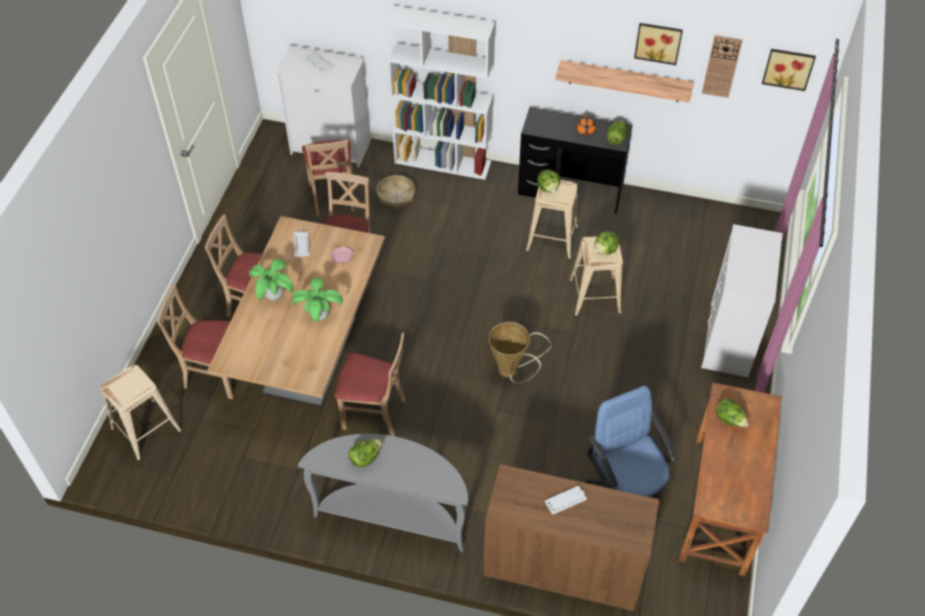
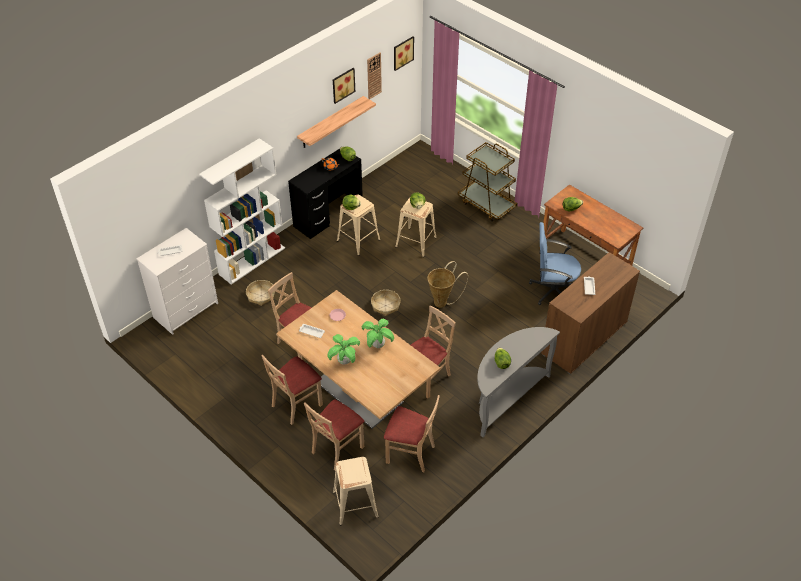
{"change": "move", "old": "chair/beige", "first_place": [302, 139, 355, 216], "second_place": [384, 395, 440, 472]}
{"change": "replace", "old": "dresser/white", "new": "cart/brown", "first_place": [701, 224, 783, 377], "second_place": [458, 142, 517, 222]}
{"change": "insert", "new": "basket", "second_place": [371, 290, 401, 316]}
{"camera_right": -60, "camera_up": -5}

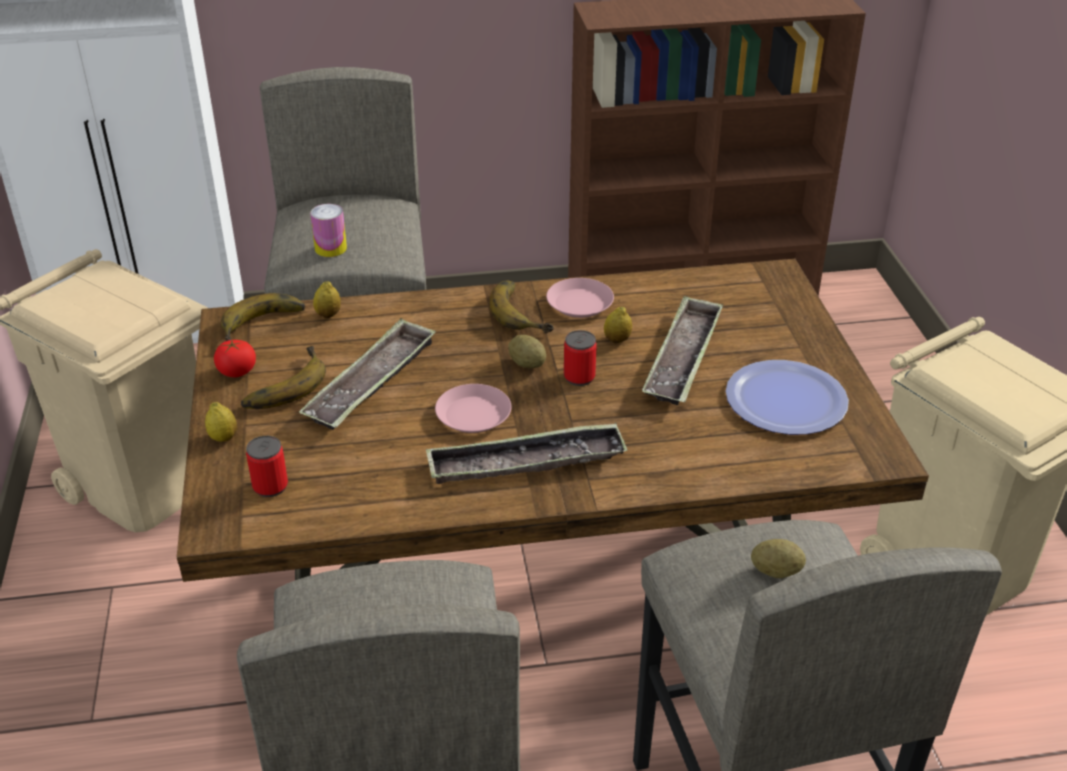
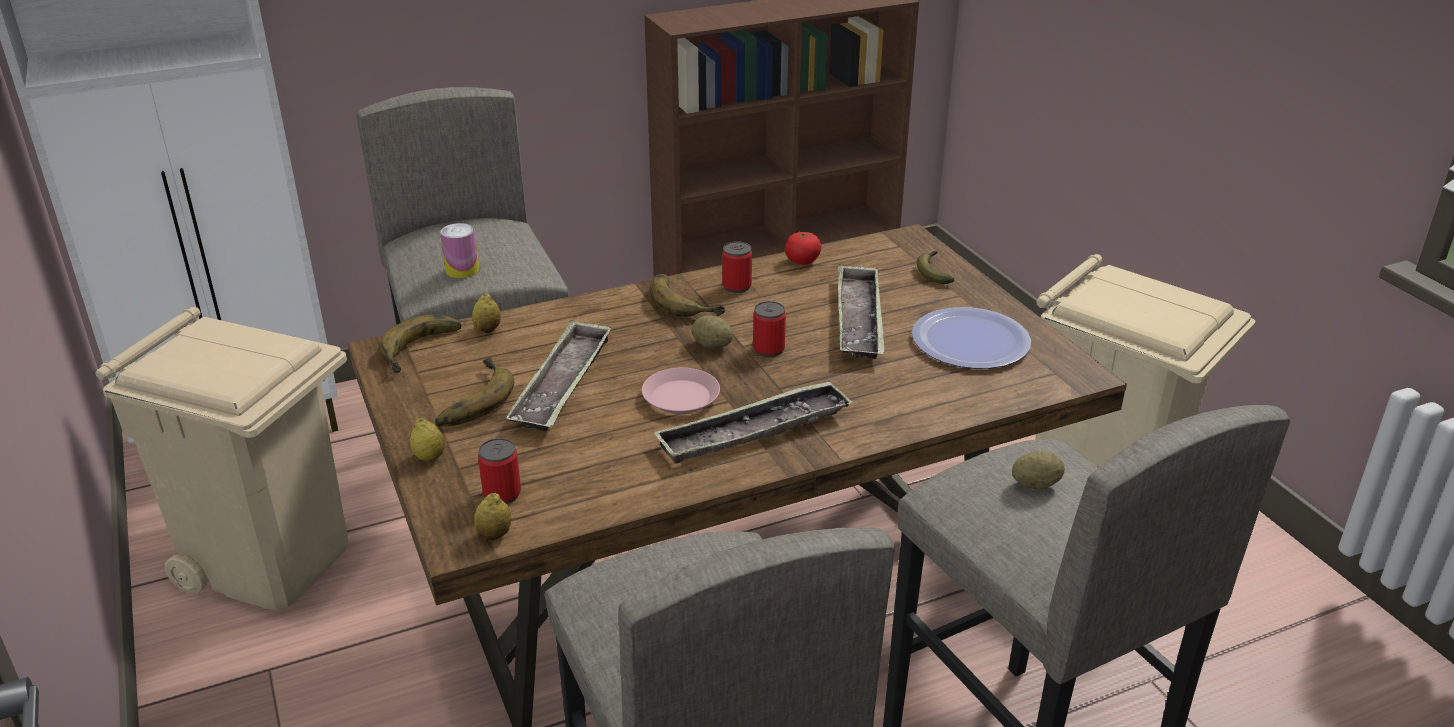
{"change": "move", "old": "tomato", "first_place": [214, 340, 256, 377], "second_place": [785, 232, 821, 265]}
{"change": "replace", "old": "plate/pink", "new": "can", "first_place": [546, 278, 614, 318], "second_place": [722, 241, 752, 293]}
{"change": "move", "old": "lemon", "first_place": [604, 307, 632, 343], "second_place": [474, 493, 511, 540]}
{"change": "insert", "new": "banana", "second_place": [917, 251, 954, 284]}
{"camera_right": -15, "camera_up": -5}

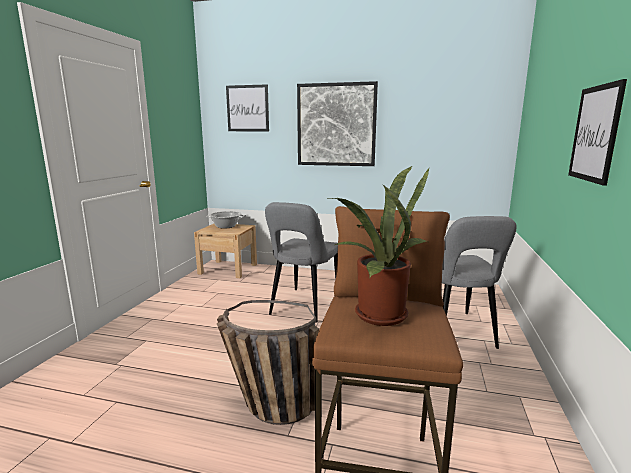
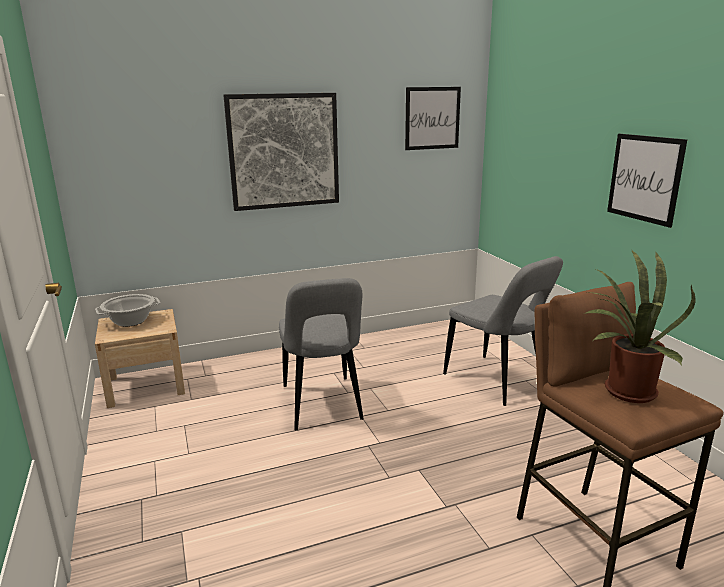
{"change": "delete", "old": "basket", "first_place": [217, 300, 319, 425]}
{"change": "move", "old": "picture", "first_place": [226, 84, 269, 131], "second_place": [405, 87, 461, 150]}
{"camera_right": -35, "camera_up": 5}

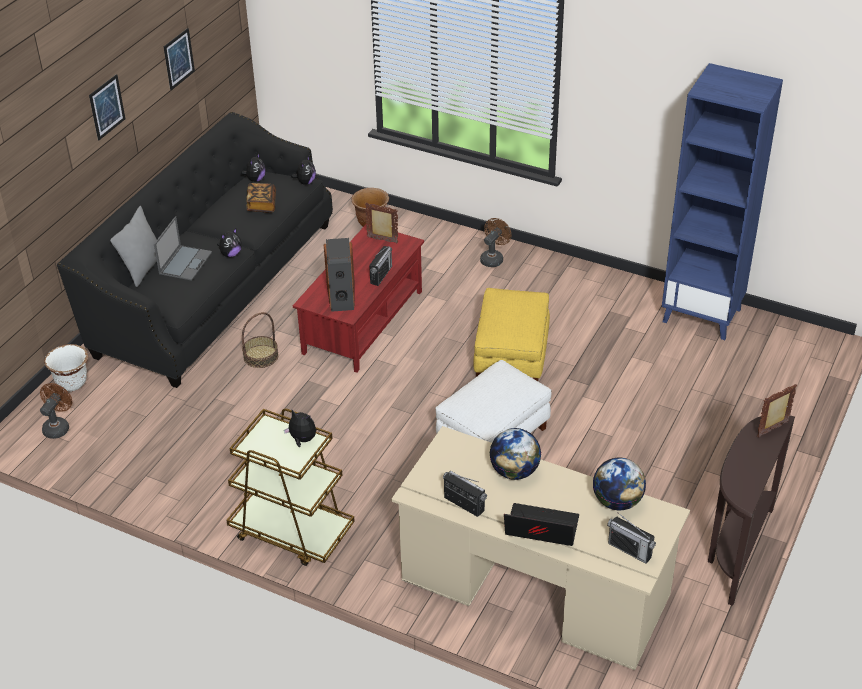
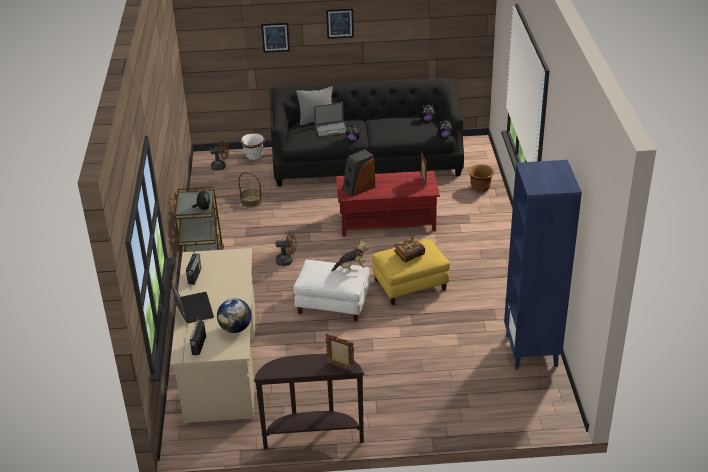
{"change": "move", "old": "picture", "first_place": [164, 28, 195, 90], "second_place": [261, 23, 290, 53]}
{"change": "move", "old": "basket", "first_place": [242, 312, 279, 368], "second_place": [239, 172, 262, 208]}
{"change": "move", "old": "book", "first_place": [246, 183, 276, 213], "second_place": [394, 237, 425, 262]}
{"change": "delete", "old": "radio", "first_place": [369, 246, 392, 286]}
{"change": "move", "old": "fan/brown", "first_place": [480, 218, 512, 267], "second_place": [275, 233, 297, 266]}
{"change": "delete", "old": "globe", "first_place": [490, 428, 541, 480]}
{"change": "insert", "new": "plush toy", "second_place": [331, 240, 369, 271]}
{"camera_right": 60, "camera_up": -5}

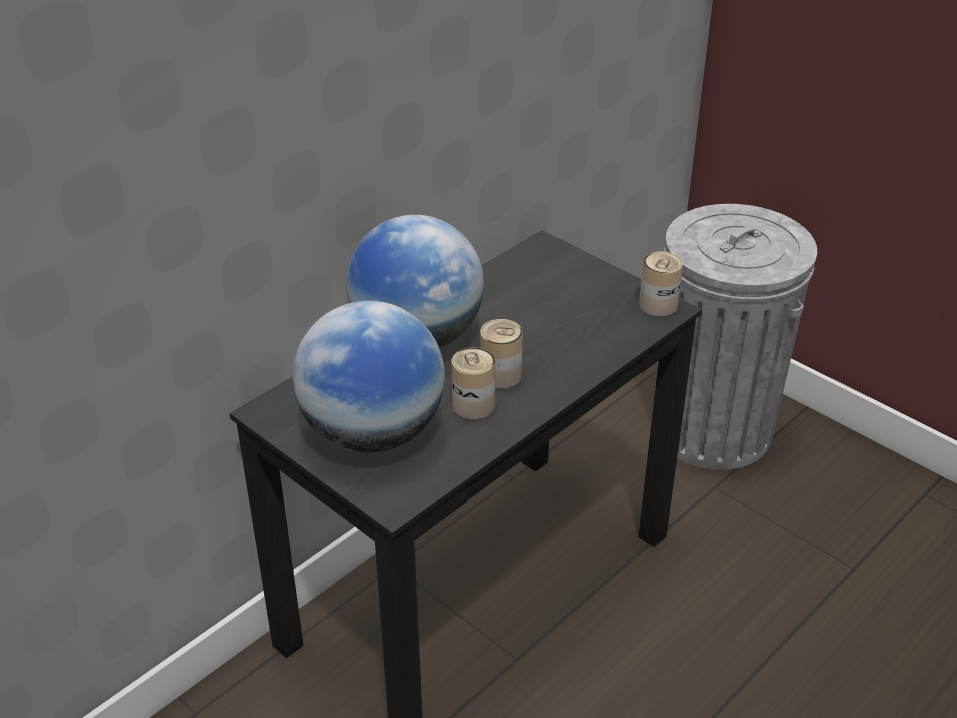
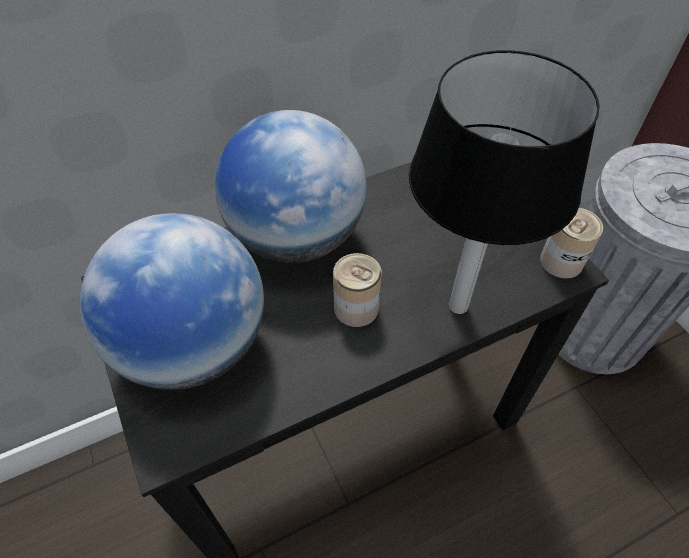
{"change": "delete", "old": "can", "first_place": [451, 347, 495, 419]}
{"change": "insert", "new": "table lamp", "second_place": [409, 50, 600, 314]}
{"camera_right": 20, "camera_up": 15}

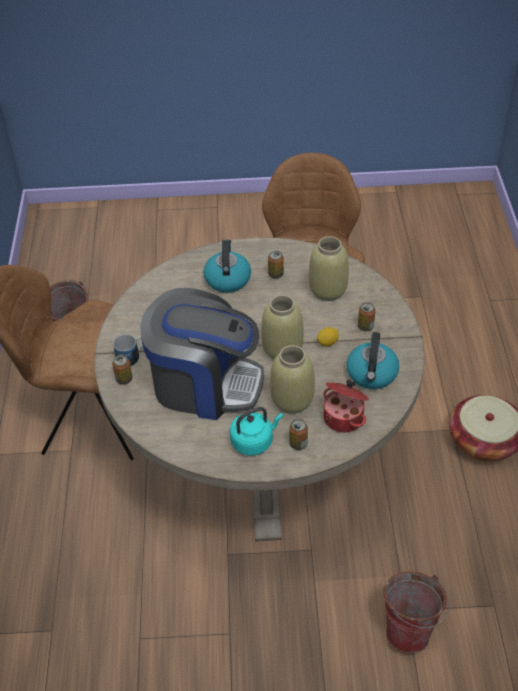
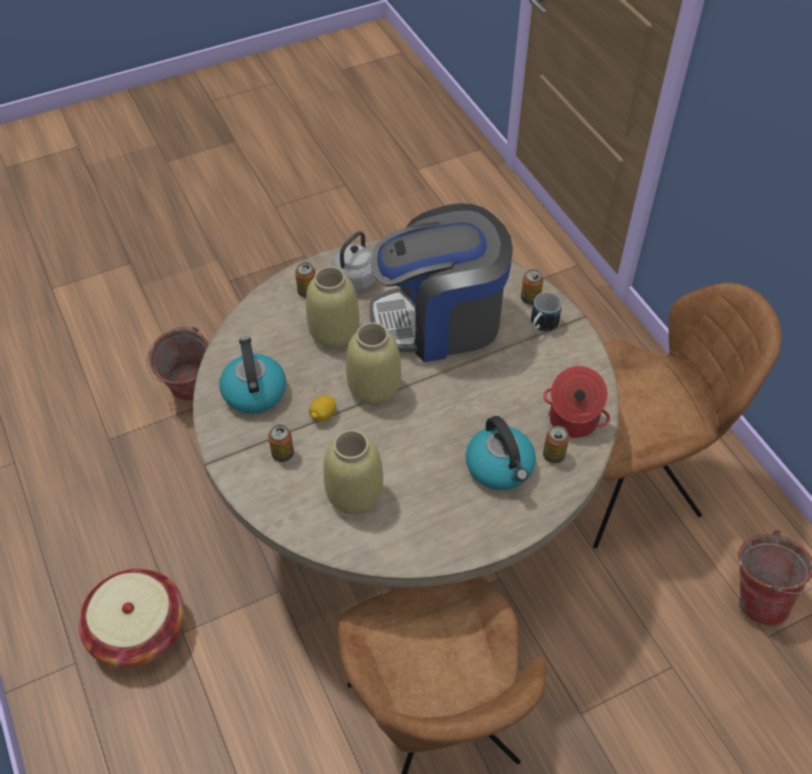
{"change": "recolor", "old": "kettle/turquoise", "new": "kettle/grey", "first_place": [230, 407, 283, 456], "second_place": [332, 231, 377, 291]}
{"change": "move", "old": "can", "first_place": [268, 251, 284, 279], "second_place": [543, 426, 569, 463]}
{"change": "move", "old": "cooking pot", "first_place": [323, 380, 369, 433], "second_place": [543, 366, 610, 438]}
{"camera_right": 155, "camera_up": 5}

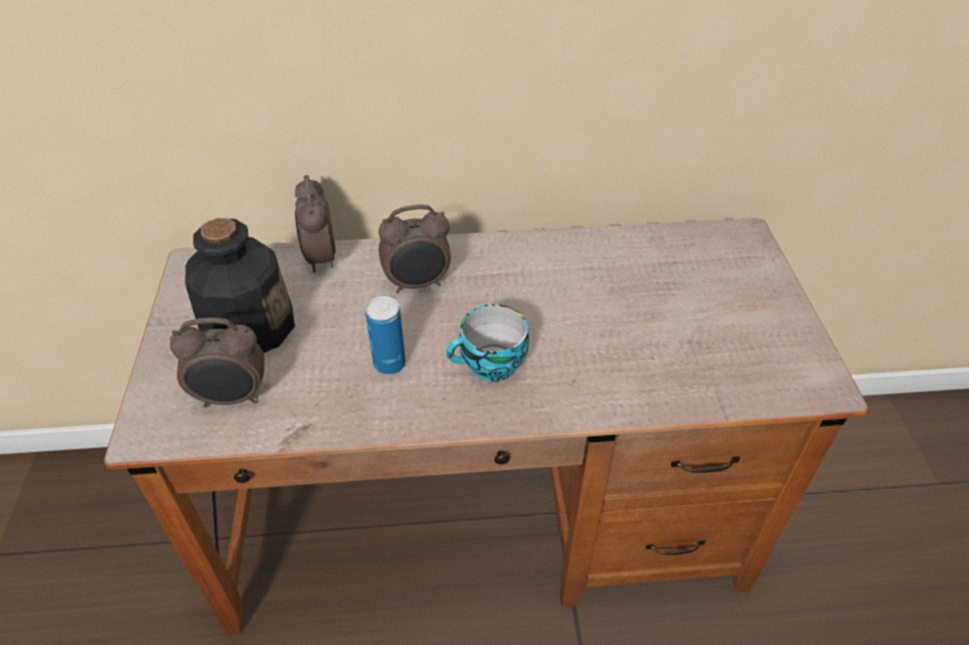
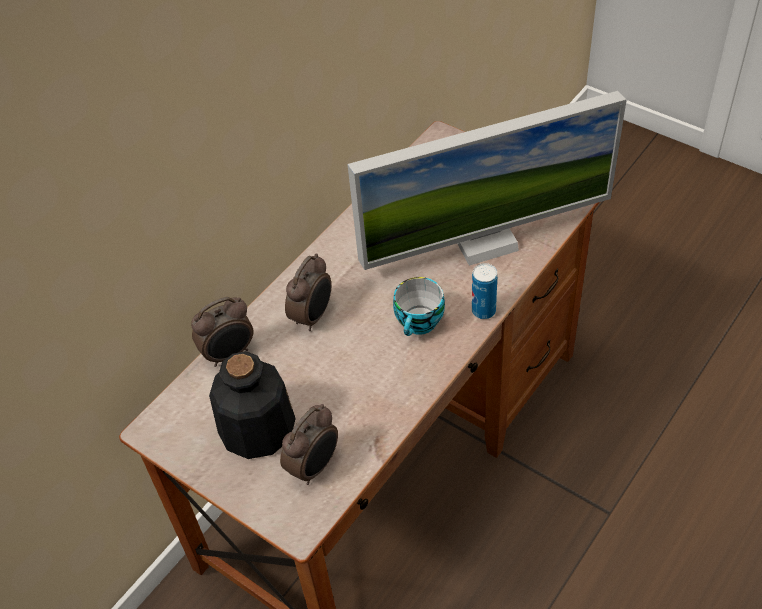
{"change": "rotate", "old": "alarm clock", "first_place": [295, 175, 336, 273], "second_place": [191, 297, 253, 367], "degrees": -60}
{"change": "move", "old": "can", "first_place": [365, 296, 406, 375], "second_place": [472, 263, 498, 319]}
{"change": "insert", "new": "monitor", "second_place": [347, 91, 627, 270]}
{"camera_right": -45, "camera_up": 5}

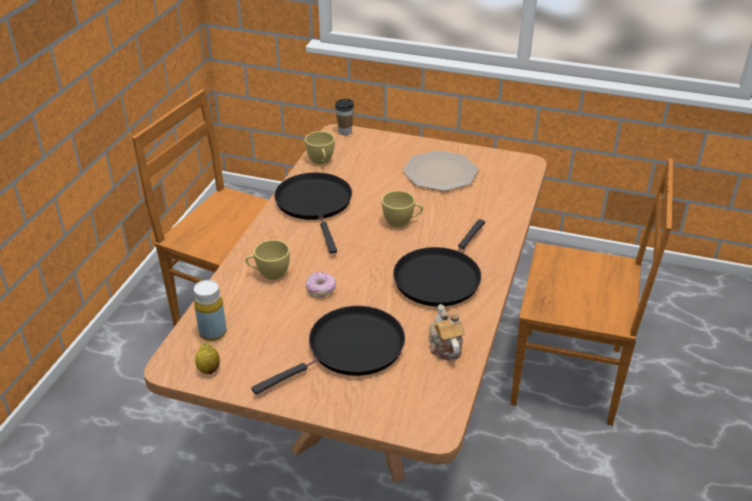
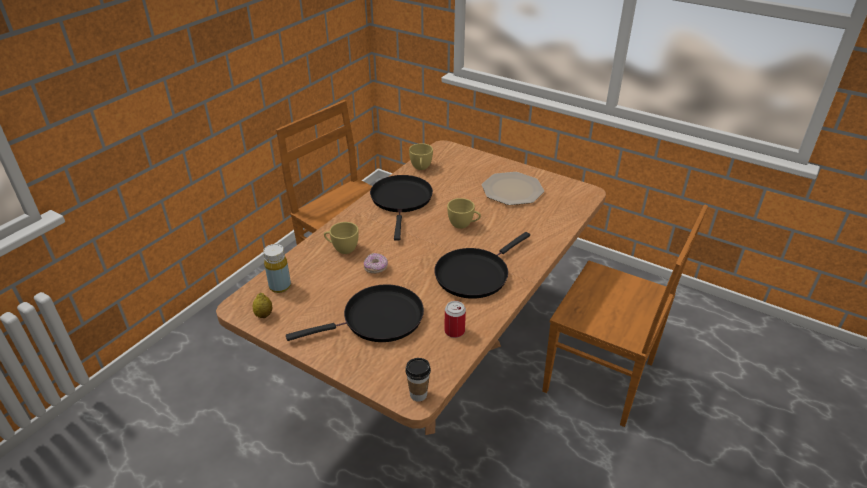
{"change": "move", "old": "cup", "first_place": [335, 99, 354, 135], "second_place": [405, 358, 431, 402]}
{"change": "replace", "old": "teapot", "new": "can", "first_place": [429, 304, 465, 360], "second_place": [444, 301, 466, 338]}
{"camera_right": 15, "camera_up": 0}

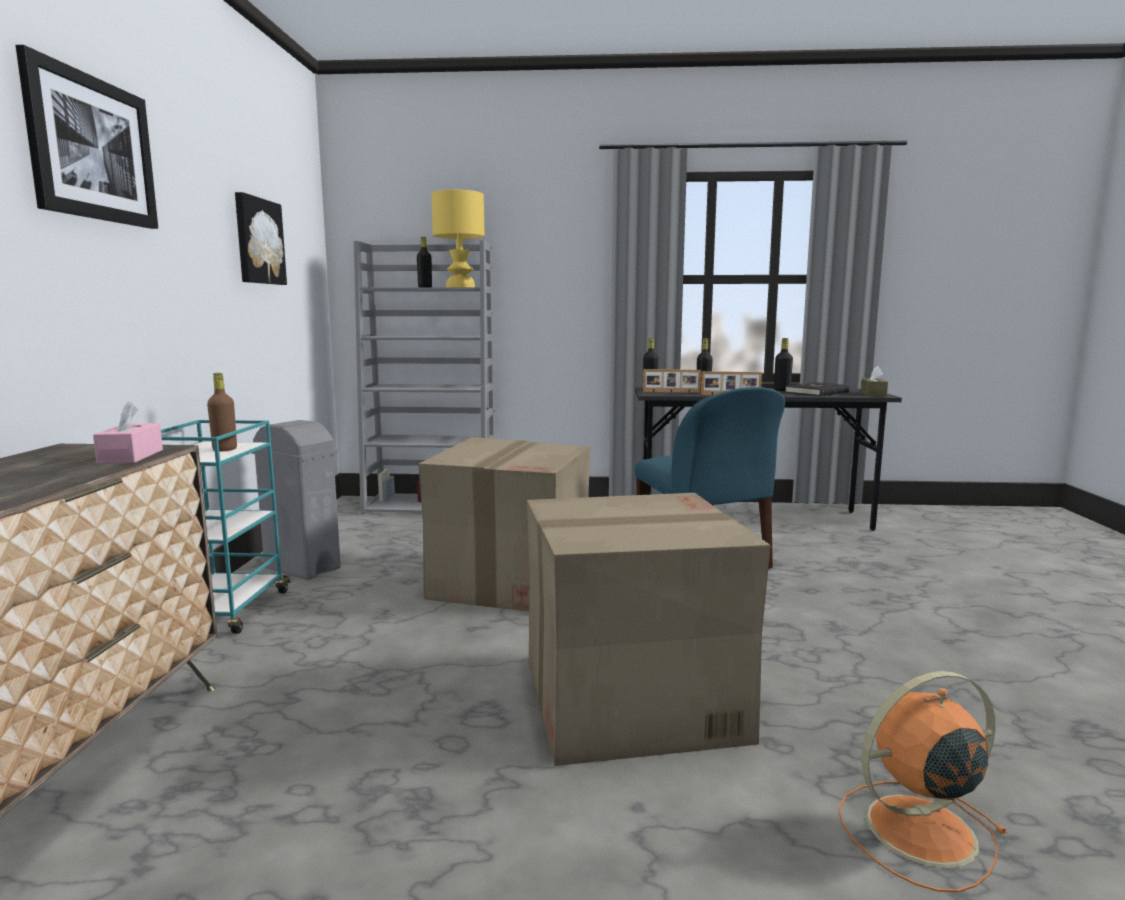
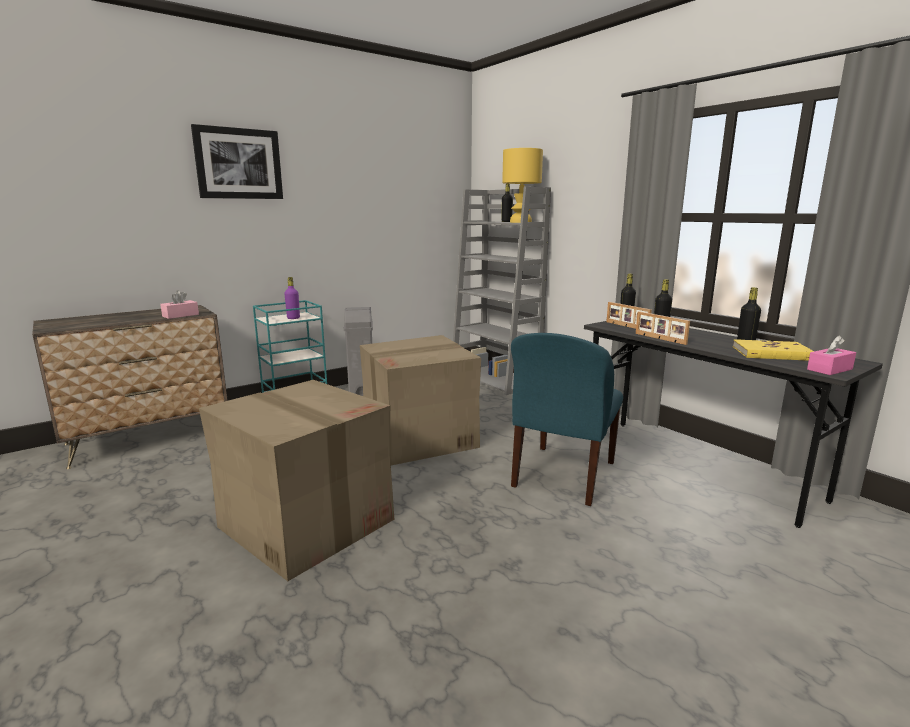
{"change": "recolor", "old": "bottle/brown", "new": "bottle/purple", "first_place": [207, 373, 237, 451], "second_place": [284, 277, 300, 319]}
{"change": "delete", "old": "picture", "first_place": [235, 192, 287, 285]}
{"change": "recolor", "old": "book/black", "new": "book/yellow", "first_place": [785, 382, 850, 396], "second_place": [733, 339, 814, 361]}
{"change": "delete", "old": "fan/orange", "first_place": [838, 671, 1008, 892]}
{"change": "recolor", "old": "tissue box/brown", "new": "tissue box/pink", "first_place": [861, 366, 888, 397], "second_place": [807, 335, 856, 375]}
{"camera_right": 50, "camera_up": 5}

